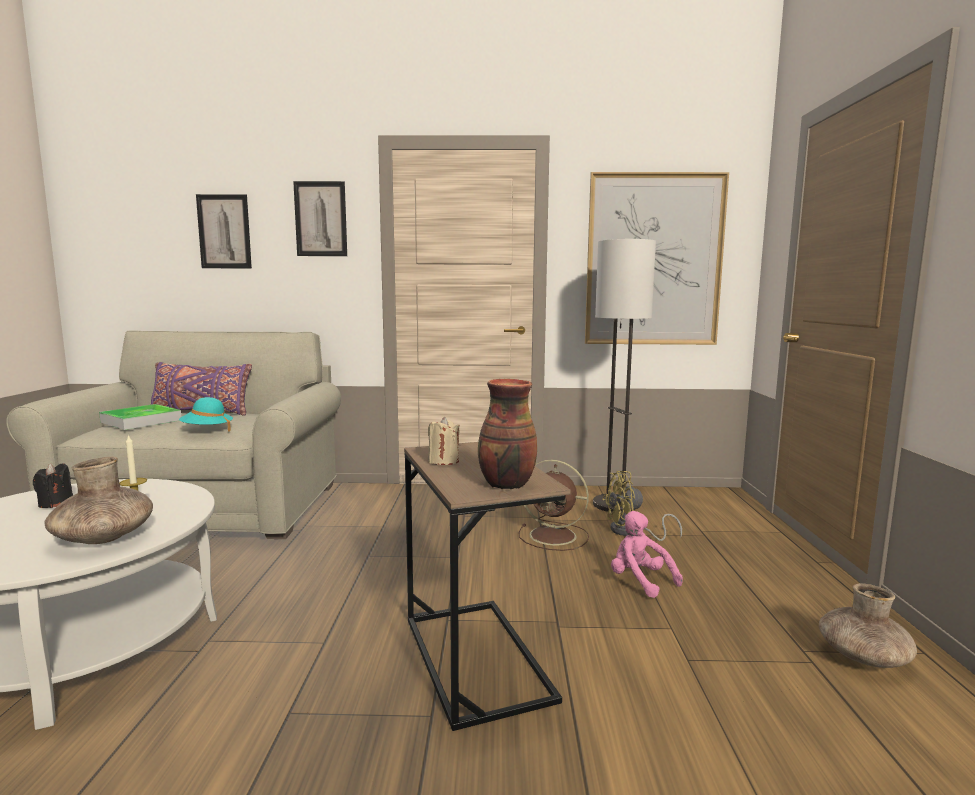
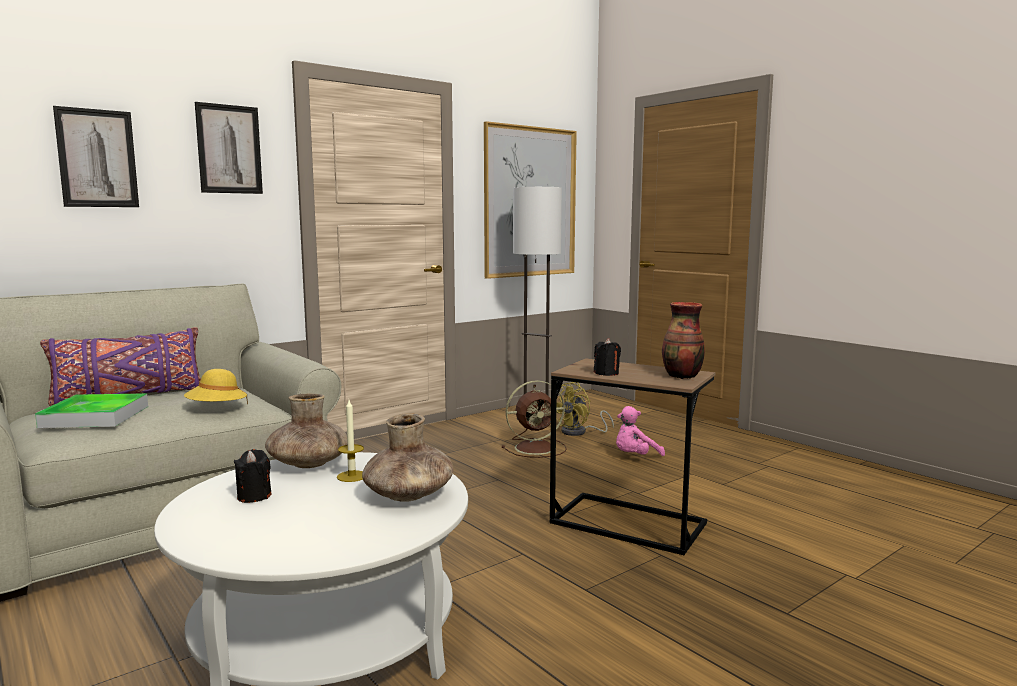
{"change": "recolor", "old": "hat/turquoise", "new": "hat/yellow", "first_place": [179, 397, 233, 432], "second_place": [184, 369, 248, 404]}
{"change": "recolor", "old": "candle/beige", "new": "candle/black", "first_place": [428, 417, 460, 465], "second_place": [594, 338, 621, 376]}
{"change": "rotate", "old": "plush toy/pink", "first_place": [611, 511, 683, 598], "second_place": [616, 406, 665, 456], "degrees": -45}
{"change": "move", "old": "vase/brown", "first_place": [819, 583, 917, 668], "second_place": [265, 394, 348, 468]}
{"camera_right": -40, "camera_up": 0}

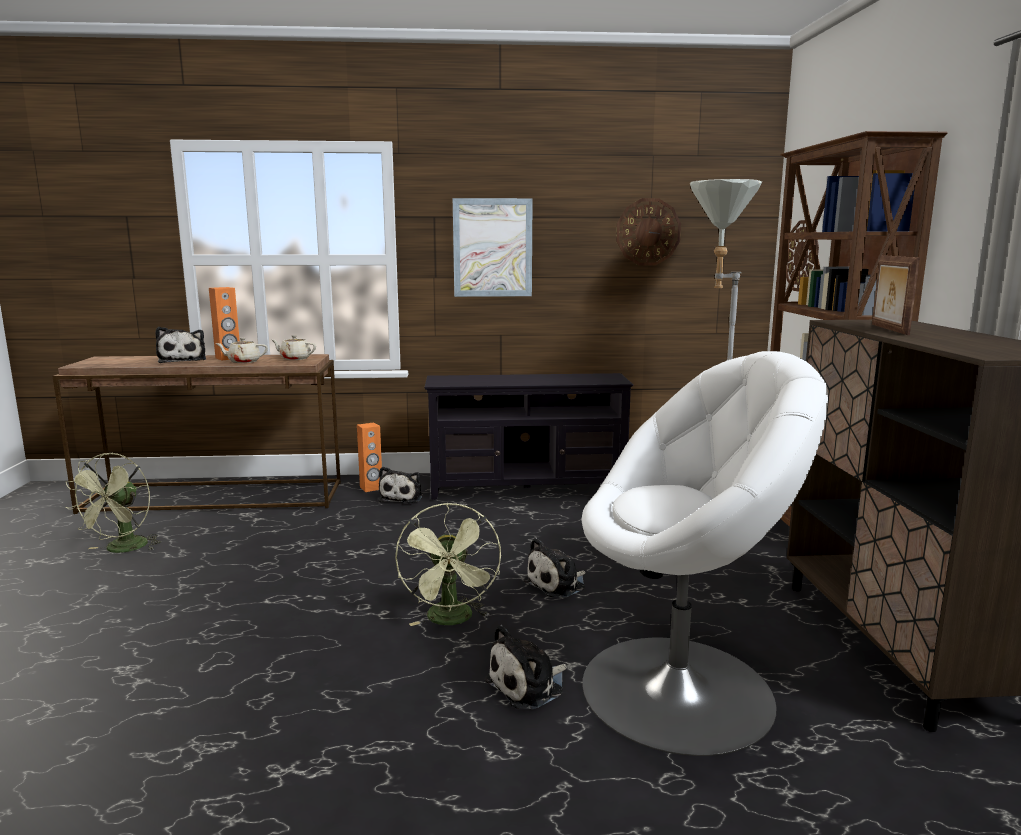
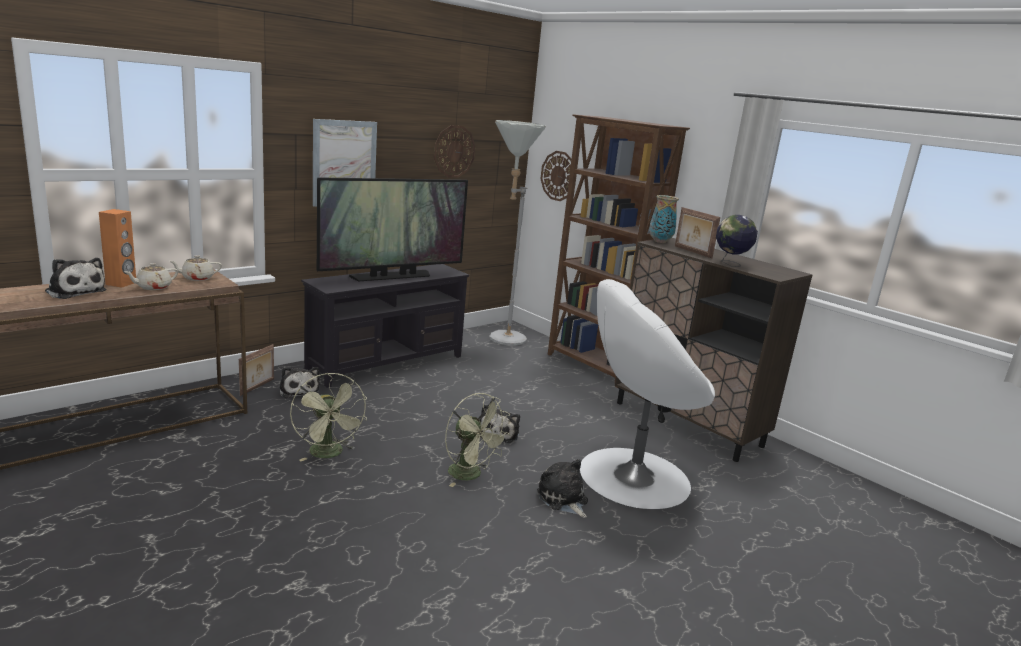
{"change": "move", "old": "fan/green", "first_place": [65, 452, 161, 553], "second_place": [290, 373, 367, 461]}
{"change": "replace", "old": "speaker/orange", "new": "picture frame", "first_place": [357, 422, 382, 492], "second_place": [239, 344, 274, 396]}
{"change": "rotate", "old": "plush toy", "first_place": [485, 625, 567, 709], "second_place": [537, 459, 588, 518], "degrees": 135}
{"change": "rotate", "old": "armchair/white", "first_place": [582, 351, 828, 756], "second_place": [580, 279, 715, 510], "degrees": -150}
{"change": "insert", "new": "television", "second_place": [317, 177, 468, 281]}
{"change": "insert", "new": "vase", "second_place": [649, 195, 679, 243]}
{"change": "insert", "new": "globe", "second_place": [716, 215, 758, 267]}
{"camera_right": -40, "camera_up": 5}

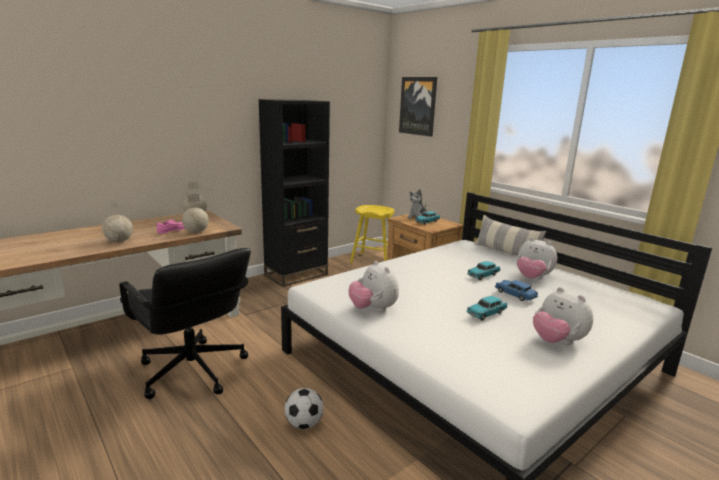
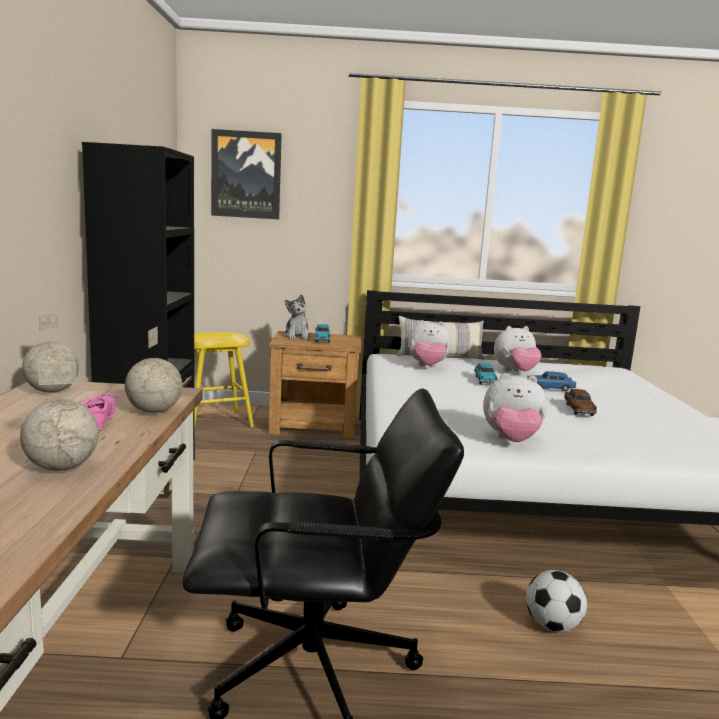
{"change": "recolor", "old": "toy car/turquoise", "new": "toy car/brown", "first_place": [466, 296, 507, 321], "second_place": [564, 389, 597, 416]}
{"change": "move", "old": "plush toy", "first_place": [533, 287, 593, 344], "second_place": [408, 320, 451, 367]}
{"camera_right": -50, "camera_up": -5}

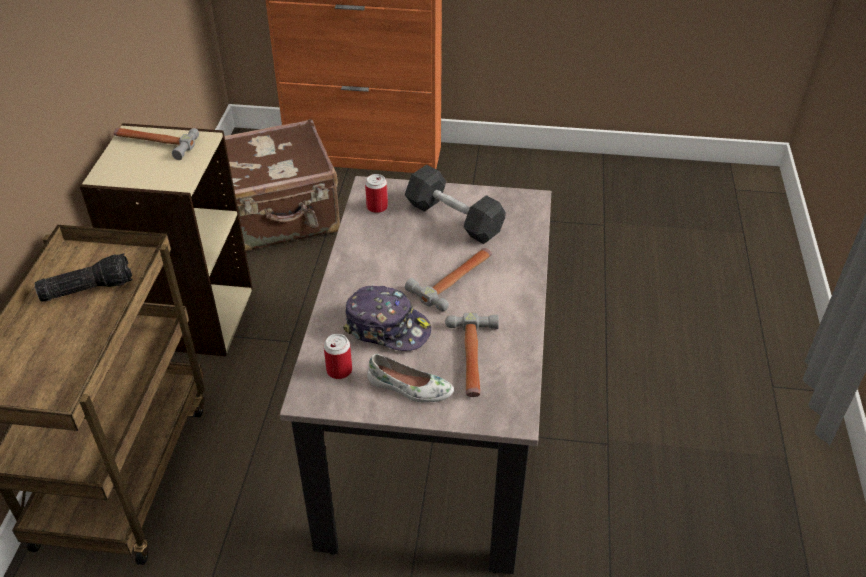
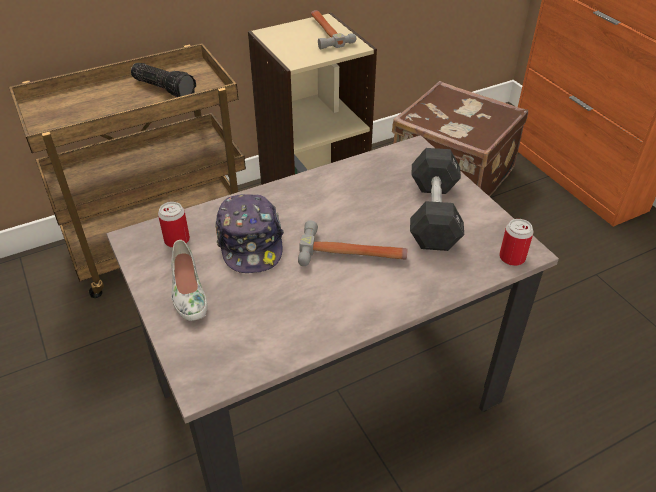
{"change": "move", "old": "can", "first_place": [365, 174, 388, 213], "second_place": [499, 219, 534, 266]}
{"change": "delete", "old": "hammer", "first_place": [445, 312, 499, 397]}
{"camera_right": 55, "camera_up": 0}

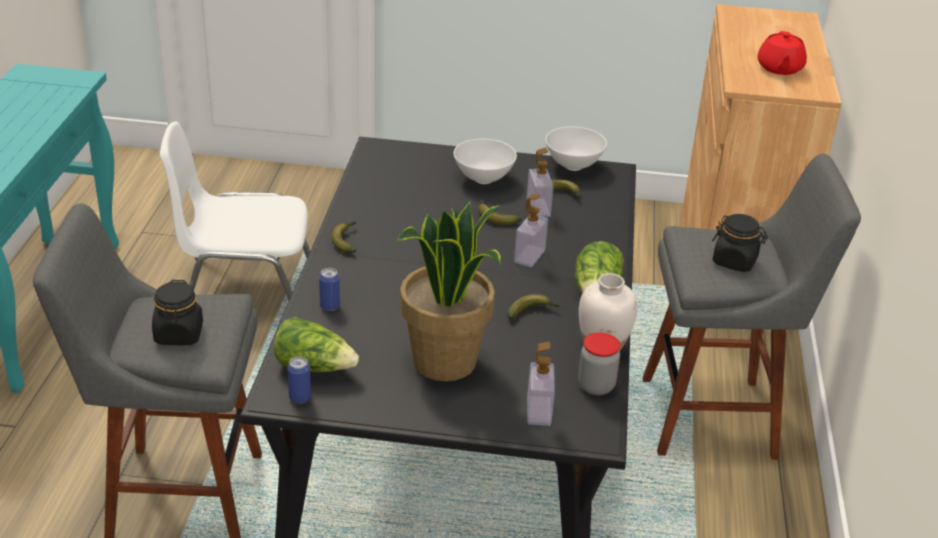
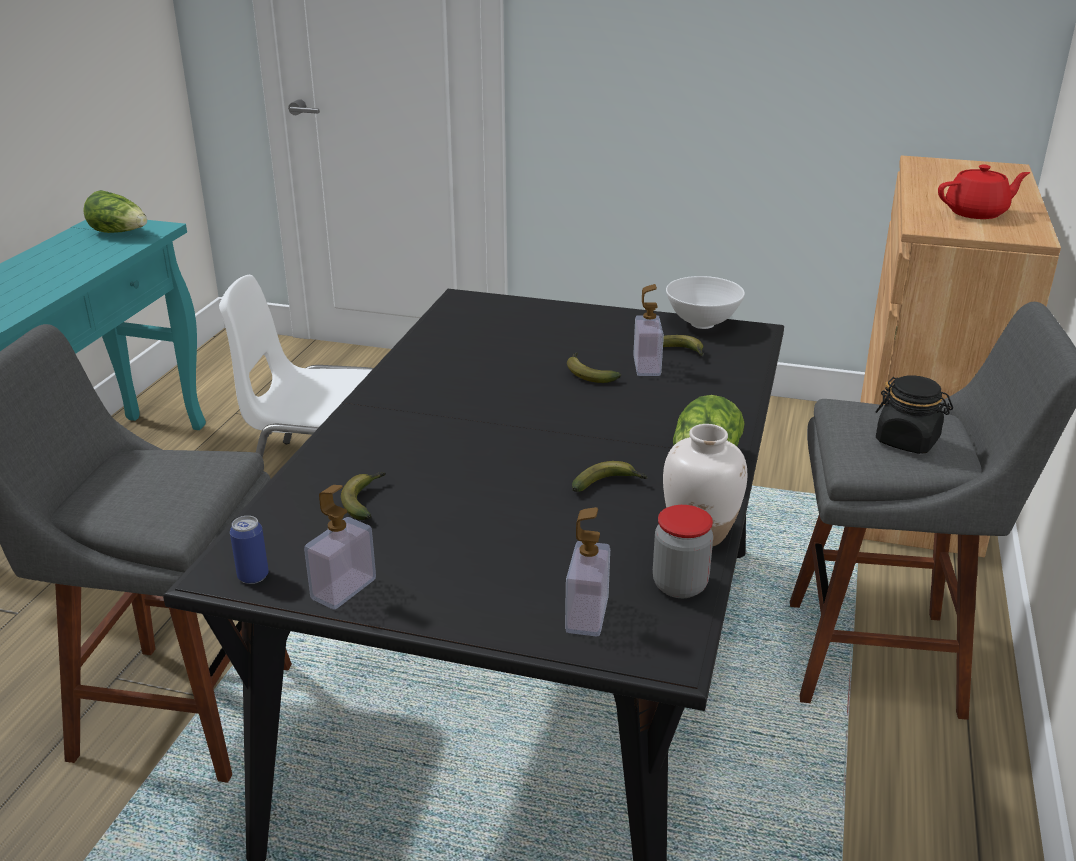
{"change": "delete", "old": "jar/black", "first_place": [152, 280, 203, 345]}
{"change": "move", "old": "lettuce", "first_place": [274, 317, 359, 372], "second_place": [83, 190, 147, 233]}
{"change": "delete", "old": "can", "first_place": [319, 268, 340, 311]}
{"change": "move", "old": "banana", "first_place": [331, 221, 356, 254], "second_place": [341, 472, 386, 520]}
{"change": "delete", "old": "potted plant", "first_place": [396, 201, 501, 381]}
{"change": "delete", "old": "bowl/white", "first_place": [454, 139, 517, 184]}
{"change": "move", "old": "soap dispenser", "first_place": [514, 194, 548, 267], "second_place": [304, 485, 376, 610]}
{"change": "rotate", "old": "teapot/red", "first_place": [757, 31, 807, 75], "second_place": [938, 164, 1030, 219], "degrees": -120}
{"camera_right": 10, "camera_up": -5}

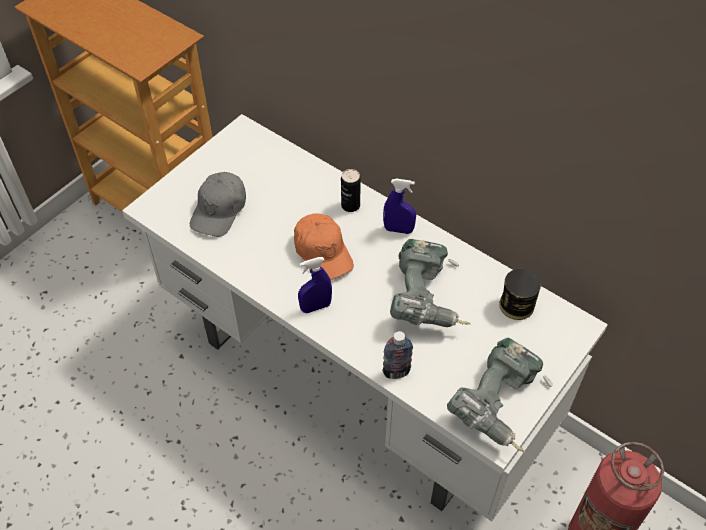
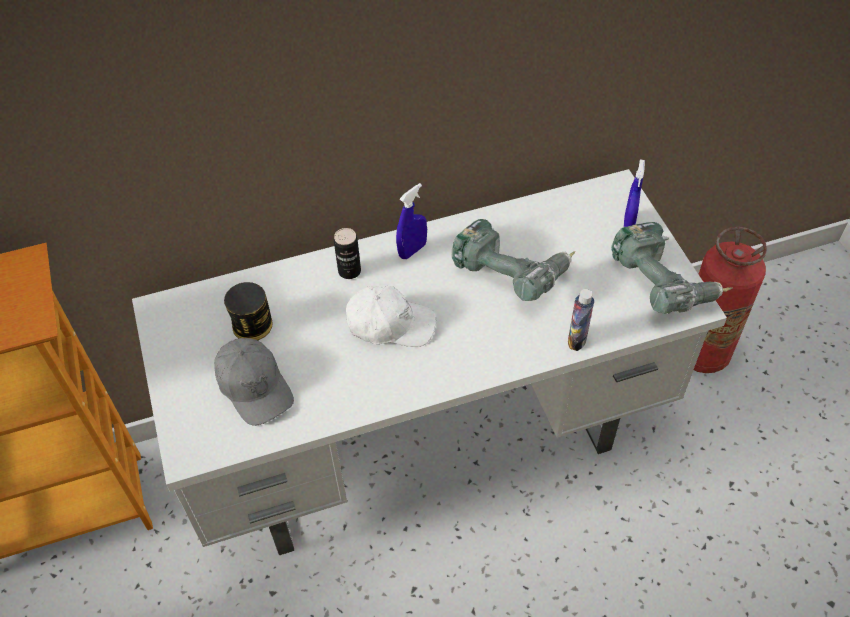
{"change": "recolor", "old": "cap/orange", "new": "cap/white", "first_place": [294, 214, 354, 280], "second_place": [346, 286, 436, 347]}
{"change": "move", "old": "spray bottle/blue", "first_place": [298, 257, 332, 313], "second_place": [623, 160, 645, 227]}
{"change": "move", "old": "can", "first_place": [499, 269, 541, 320], "second_place": [224, 282, 273, 340]}
{"camera_right": -55, "camera_up": 0}

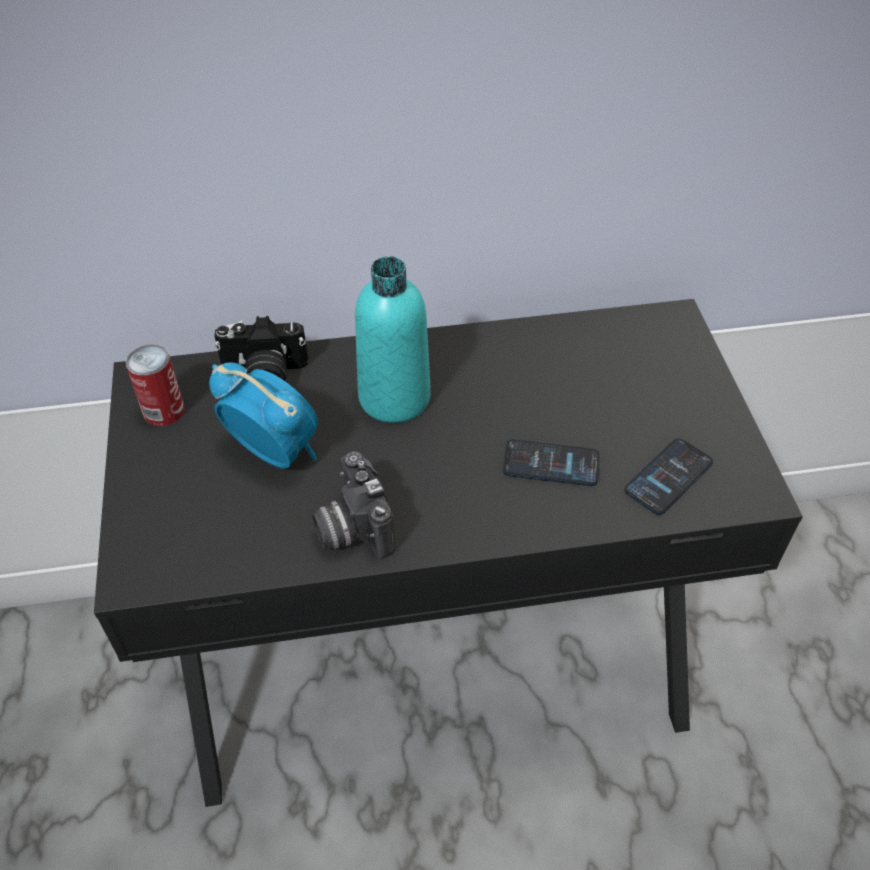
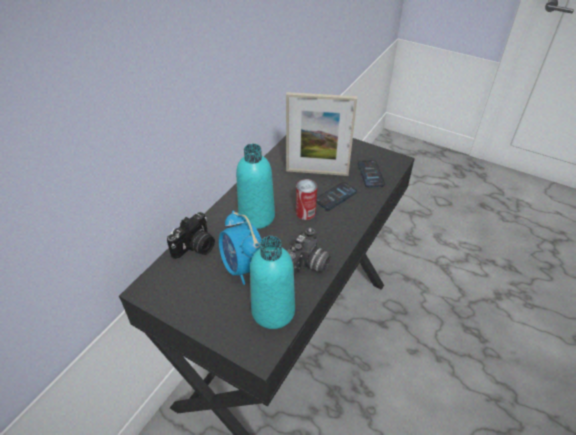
{"change": "move", "old": "can", "first_place": [126, 345, 185, 426], "second_place": [296, 179, 317, 220]}
{"change": "rotate", "old": "alarm clock", "first_place": [209, 362, 318, 469], "second_place": [219, 211, 262, 285], "degrees": -105}
{"change": "rotate", "old": "photo camera", "first_place": [312, 451, 396, 558], "second_place": [288, 228, 331, 278], "degrees": -75}
{"change": "insert", "new": "bottle/turquoise", "second_place": [250, 236, 295, 329]}
{"change": "insert", "new": "picture frame", "second_place": [286, 92, 357, 176]}
{"camera_right": -50, "camera_up": -5}

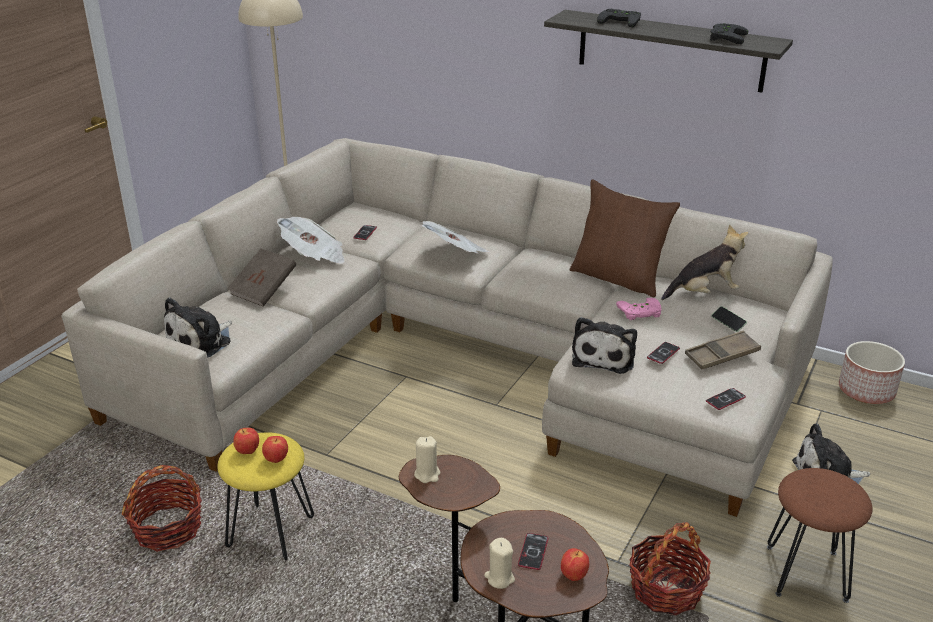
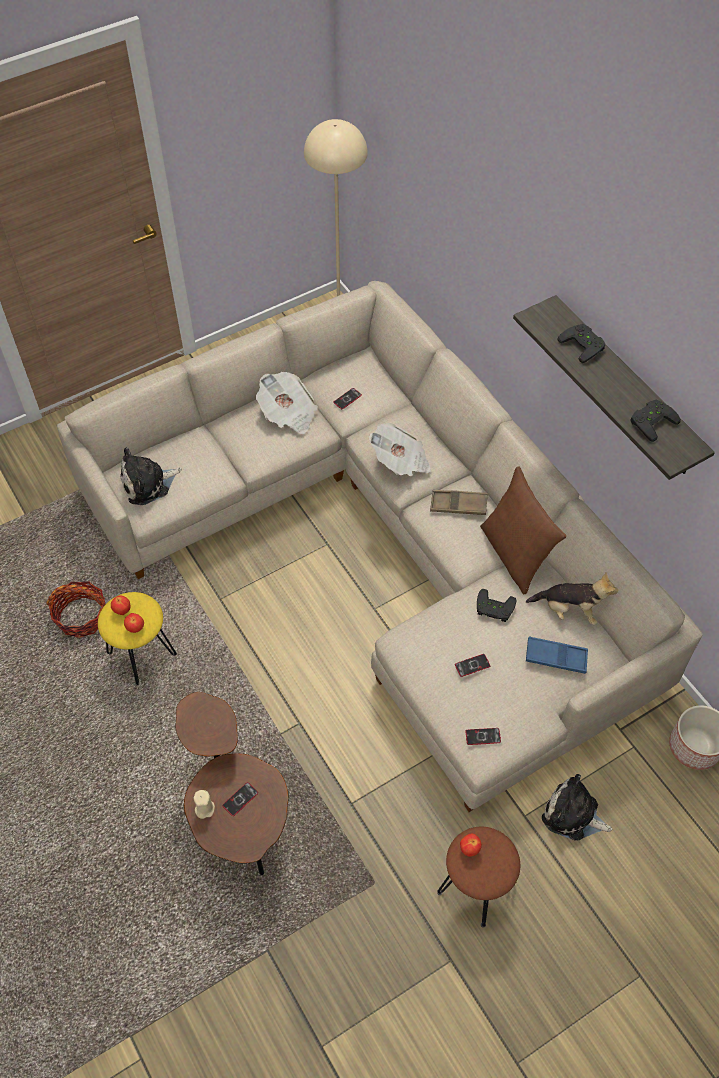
{"change": "delete", "old": "book/brown", "first_place": [227, 248, 296, 307]}
{"change": "delete", "old": "candle/beige", "first_place": [414, 436, 440, 483]}
{"change": "move", "old": "apple", "first_place": [561, 548, 589, 581], "second_place": [460, 834, 482, 857]}
{"change": "delete", "old": "plush toy", "first_place": [572, 317, 637, 374]}
{"change": "recolor", "old": "game controller/pink", "new": "game controller/black", "first_place": [616, 298, 661, 320], "second_place": [477, 589, 516, 622]}
{"change": "delete", "old": "basket", "first_place": [629, 522, 711, 615]}
{"change": "move", "old": "tray/brown", "first_place": [685, 331, 761, 369], "second_place": [430, 490, 488, 515]}
{"change": "replace", "old": "phone", "new": "tray/blue", "first_place": [711, 306, 747, 332], "second_place": [526, 636, 588, 674]}
{"camera_right": 30, "camera_up": 25}

